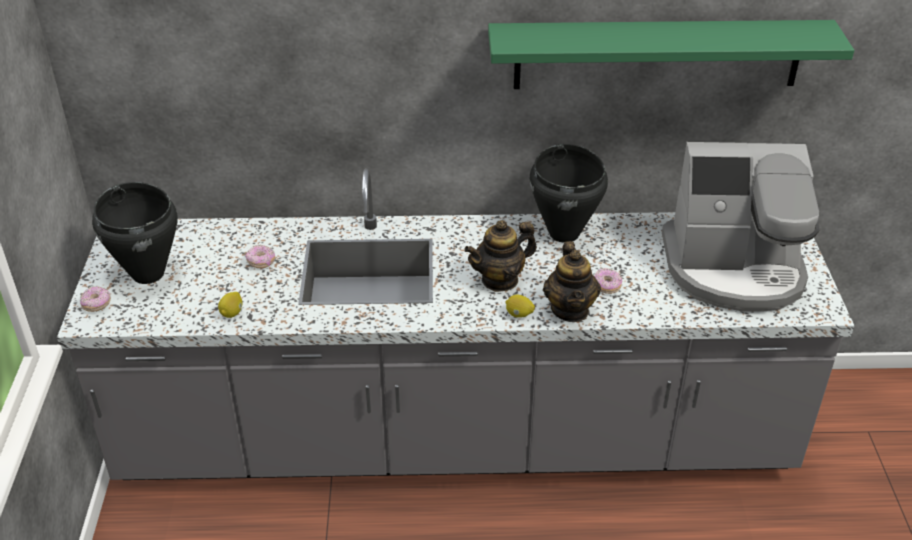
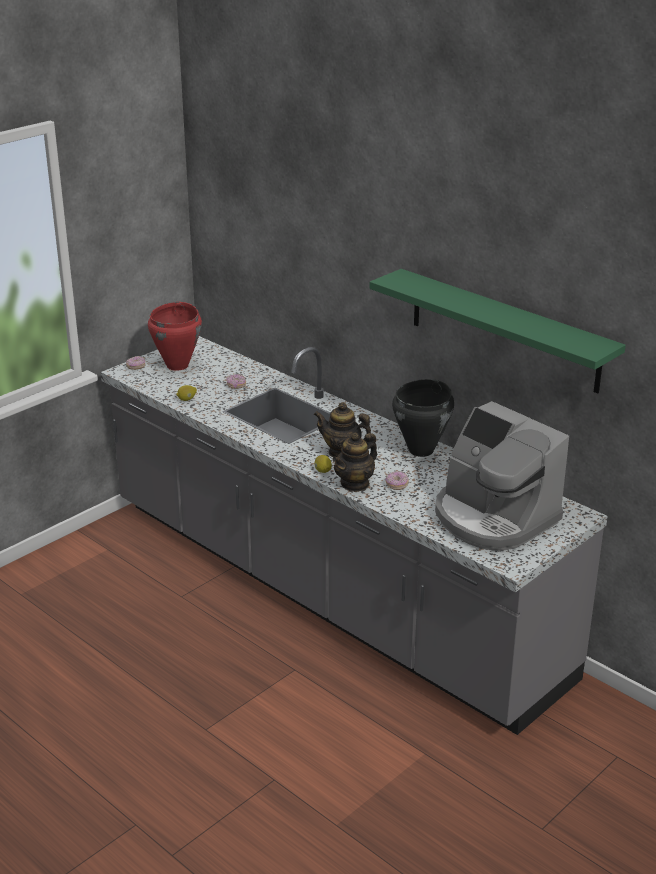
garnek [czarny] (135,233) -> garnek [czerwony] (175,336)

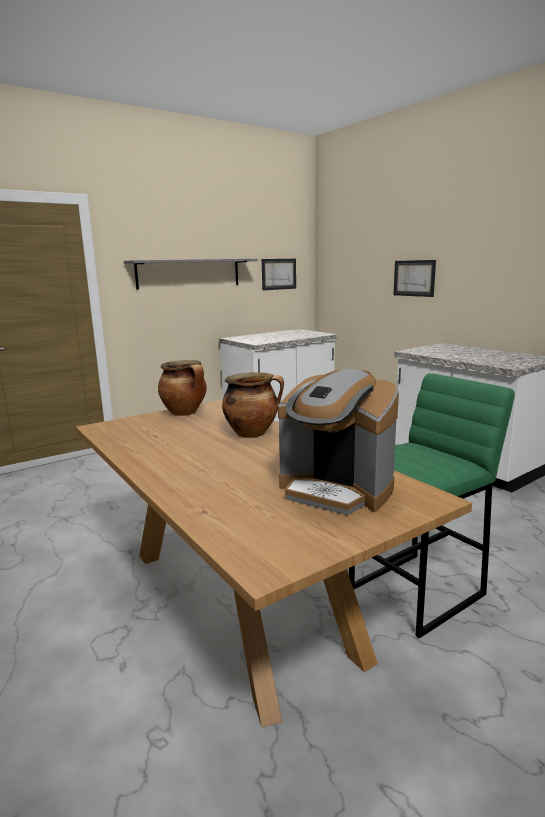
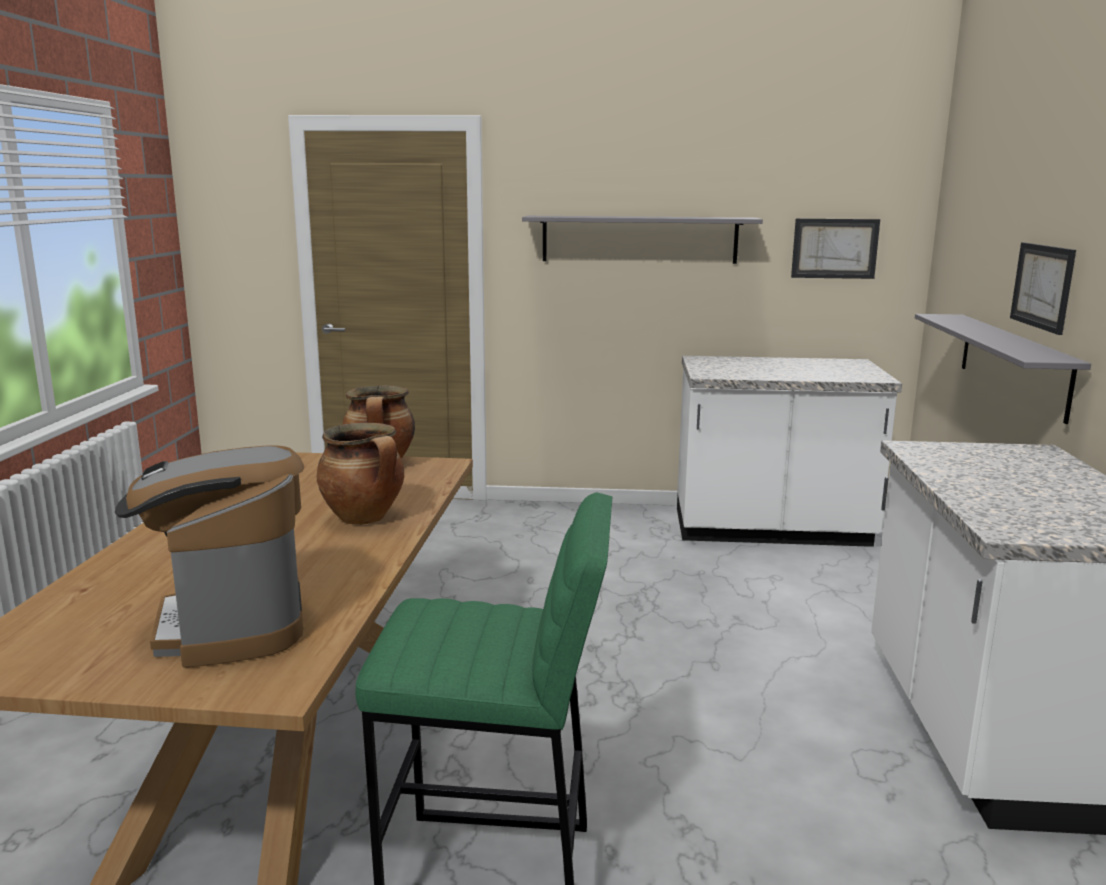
none -> półka [szary] (1003,369)

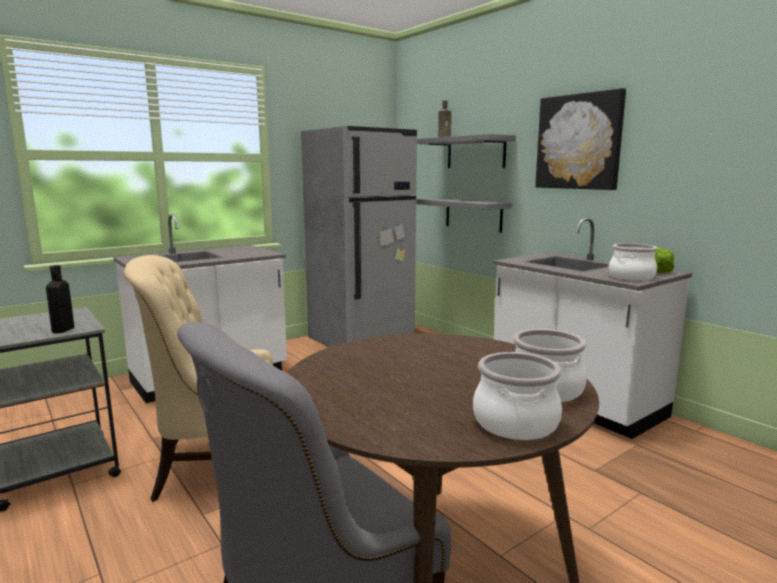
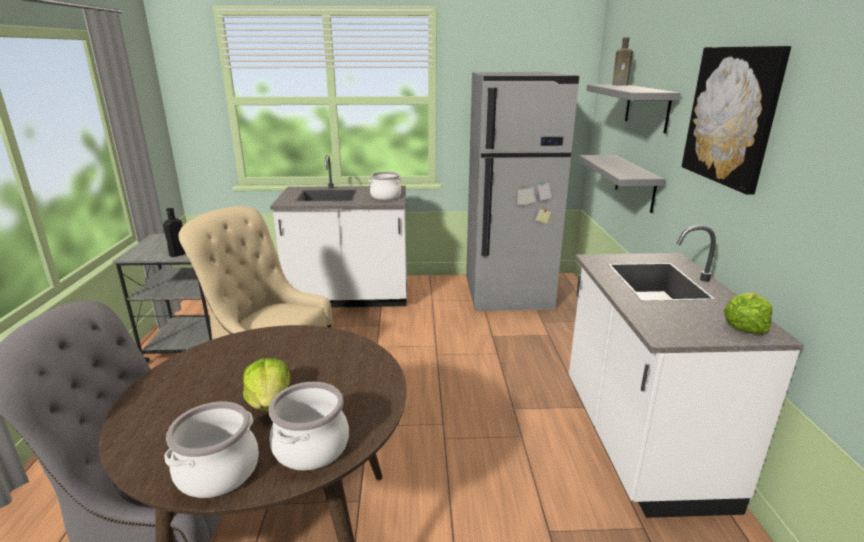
garnek (633,262) -> garnek (385,186), moved
none -> sałata (267,385)

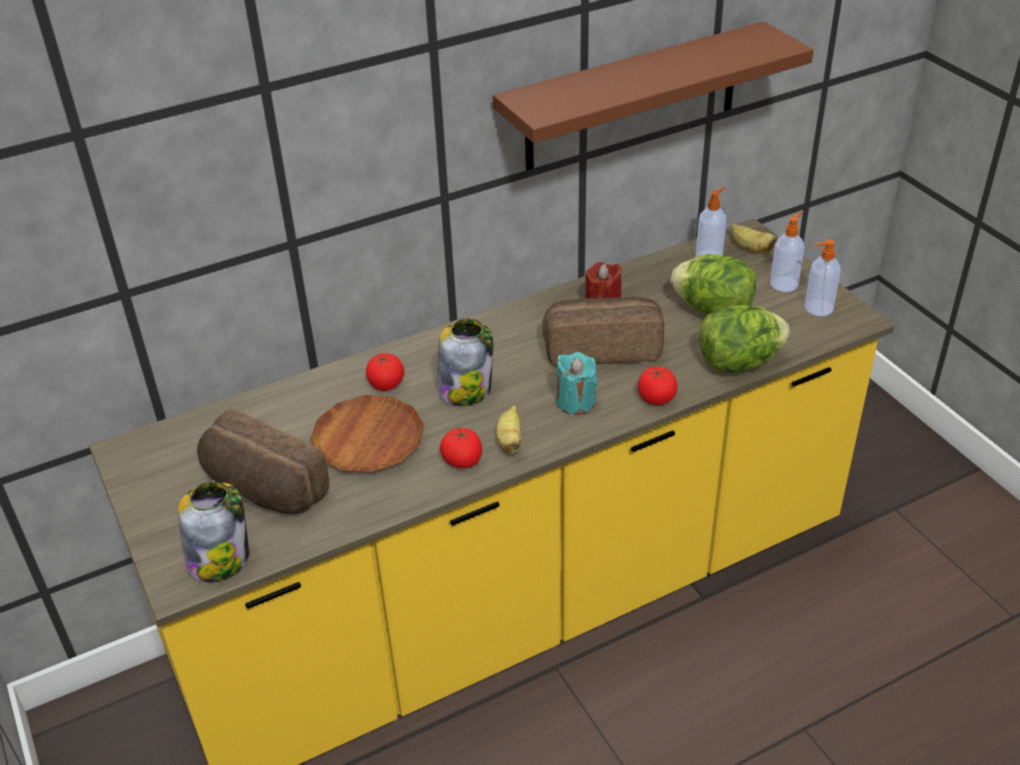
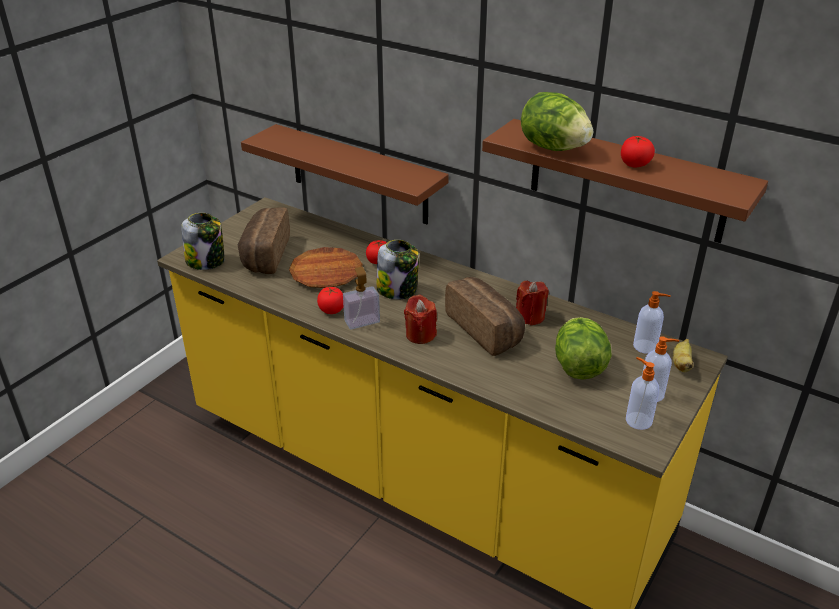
banan (509,429) -> dozownik mydła (361,298)
świeca [turkusowy] (576,383) -> świeca [czerwony] (420,319)
pomidor (658,386) -> pomidor (638,151), moved
sałata (744,339) -> sałata (557,121), moved
none -> półka [brązowy] (345,174)

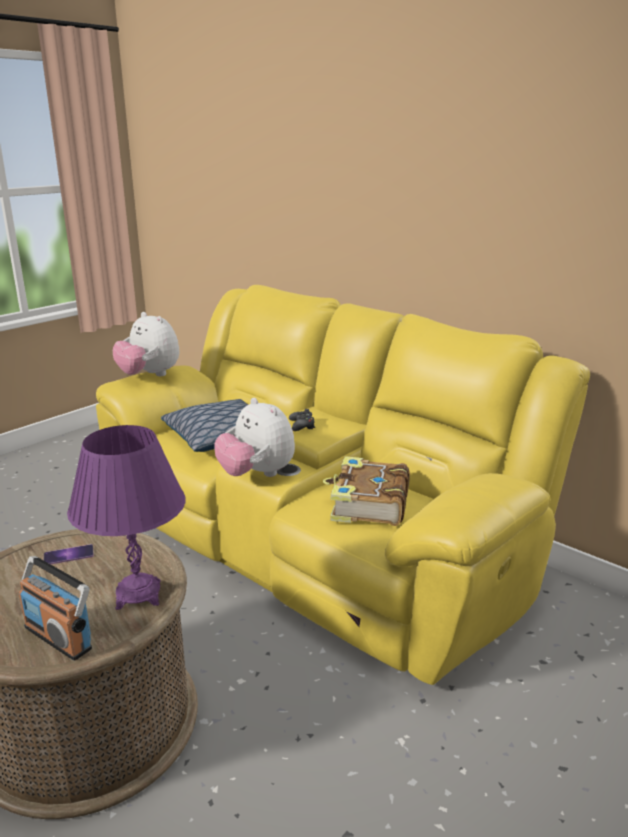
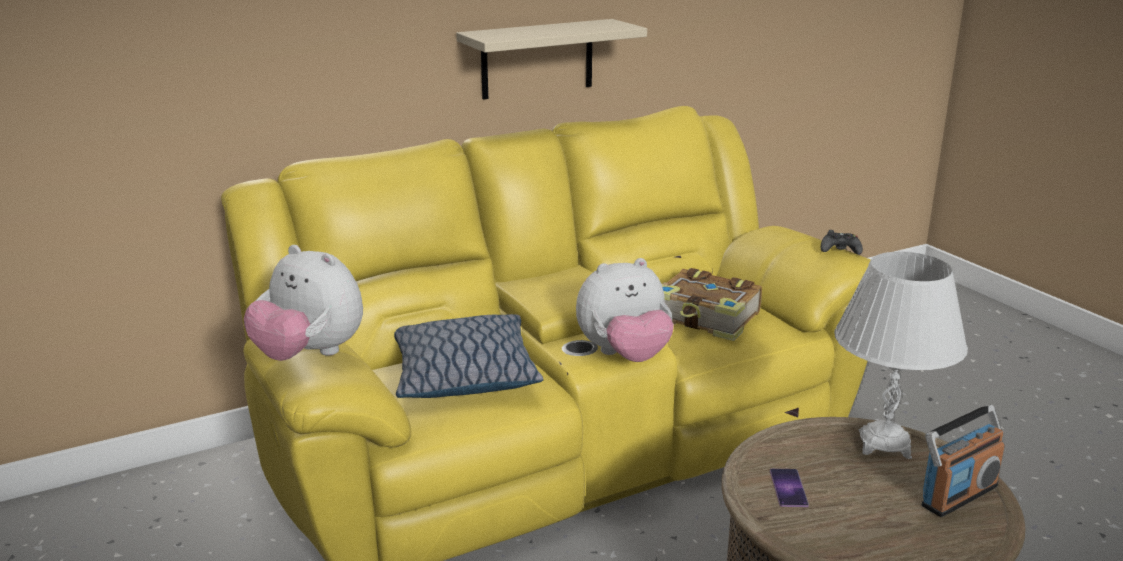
lampa stołowa [fioletowy] (126,517) -> lampa stołowa [biały] (901,355)
pluszak (146,344) -> pluszak (303,303), 60 degrees clockwise
pad do gier [czarny] (302,420) -> pad do gier [czarny] (842,242), moved
none -> półka [beżowy] (551,59)

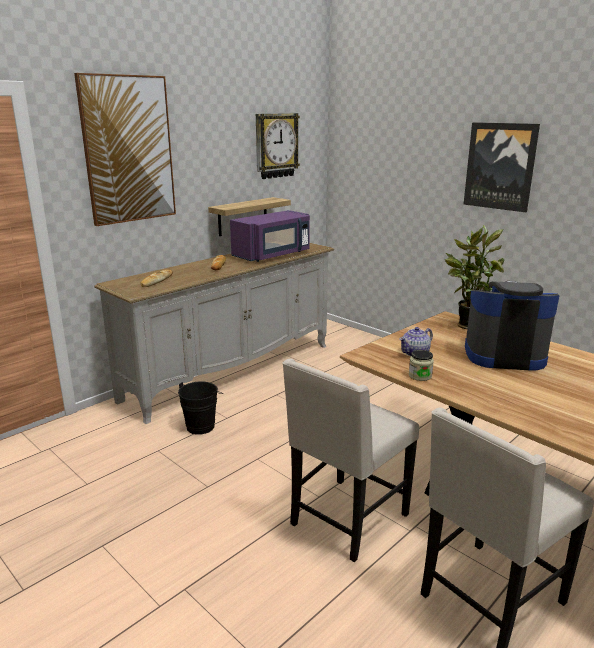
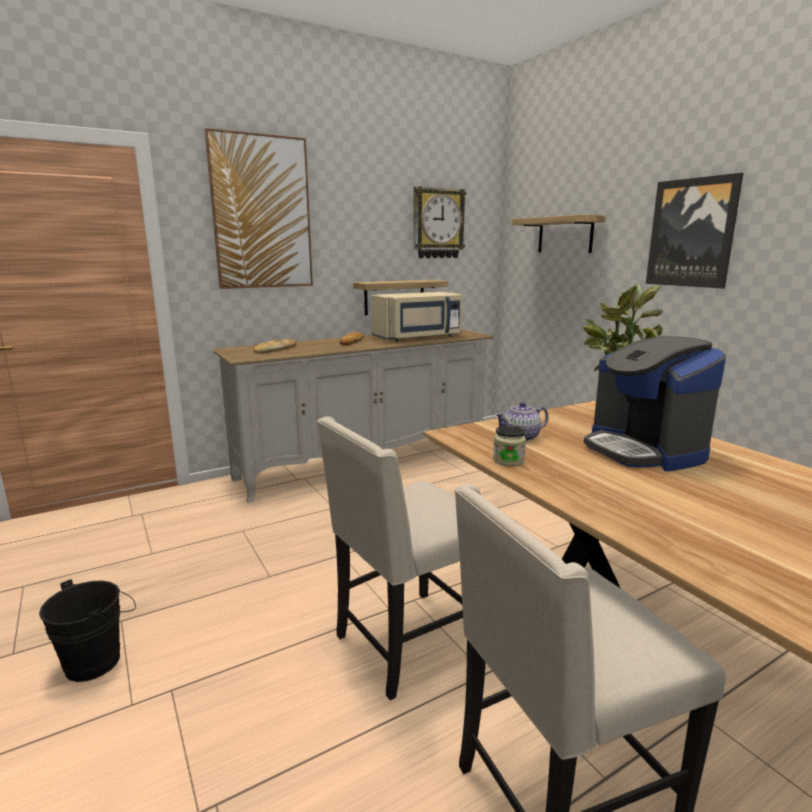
wiadro [czarny] (201,408) -> wiadro [czarny] (87,630), moved
mikrofalówka [fioletowy] (270,236) -> mikrofalówka [beżowy] (416,316)
ekspres do kawy (512,326) -> ekspres do kawy (655,404), 135 degrees counterclockwise
none -> półka (559,233)

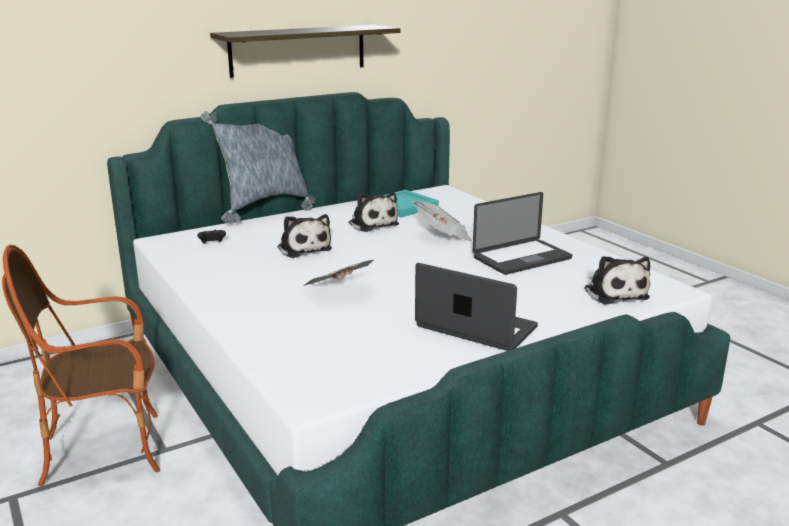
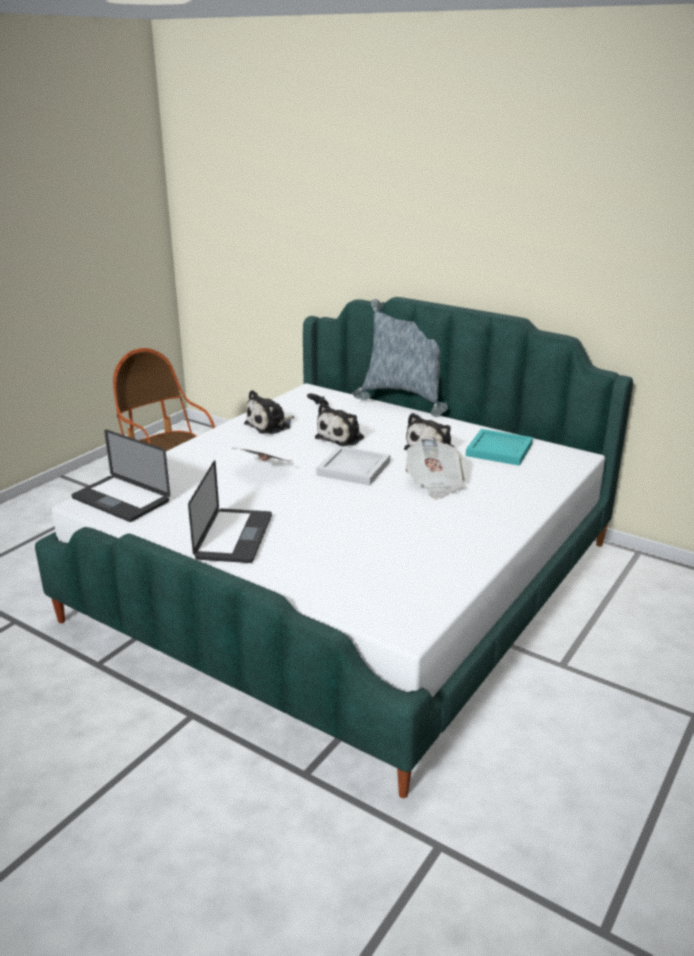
półka (305,51) -> none
laptop (522,233) -> laptop (120,475), moved
pluszak (617,280) -> pluszak (269,412), moved
none -> taca [biały] (353,466)

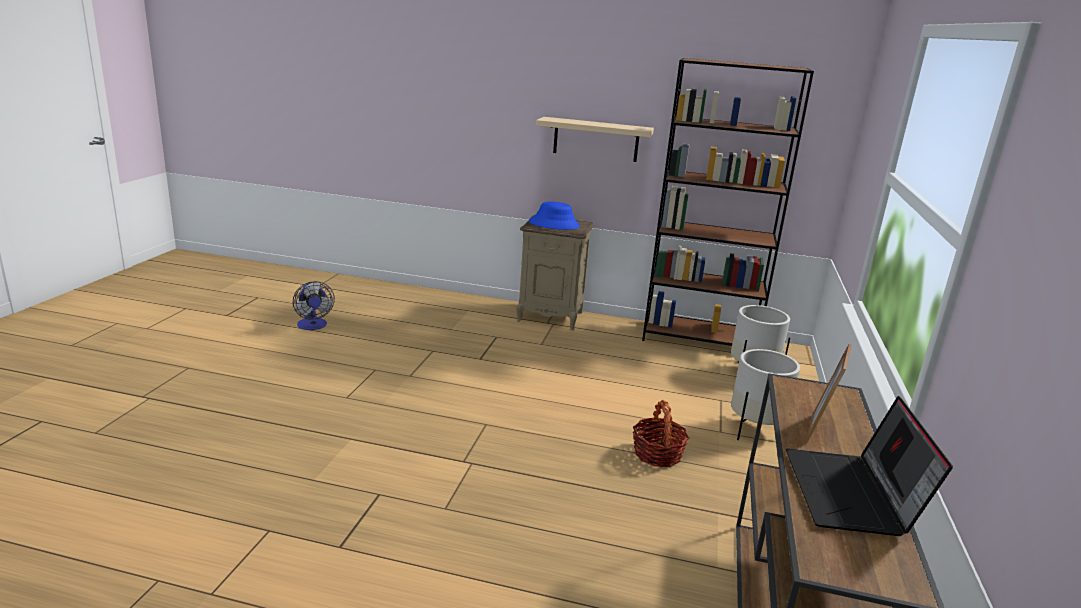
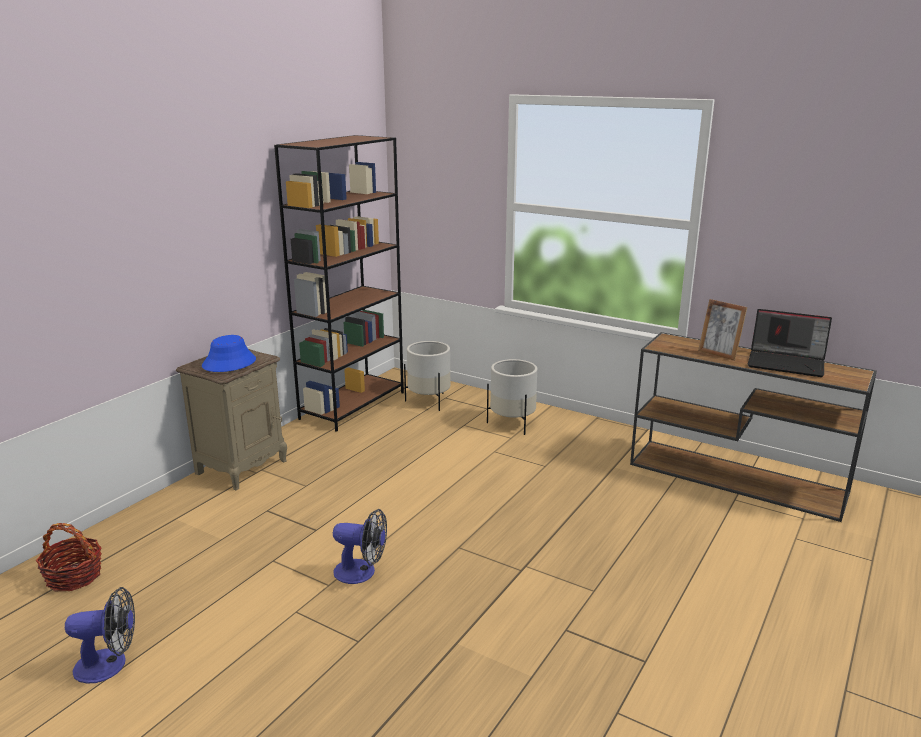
półka [beżowy] (595,139) -> none
koszyk (661,433) -> koszyk (69,557), moved
none -> wentylator (360,546)

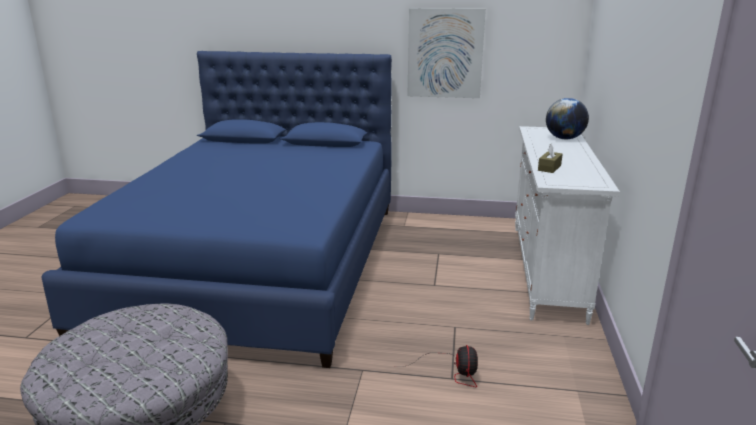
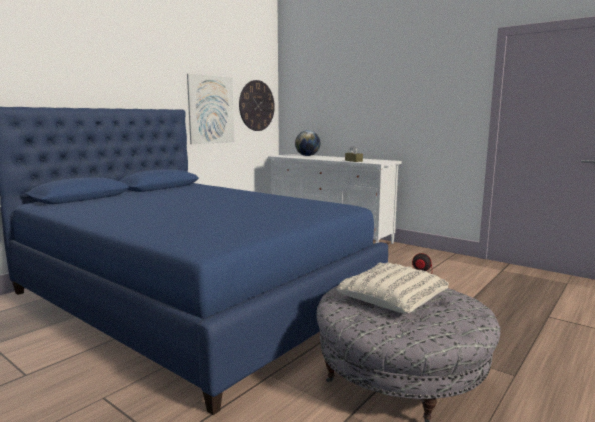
none -> zegar ścienny (257,105)
none -> poduszka [beżowy] (393,288)

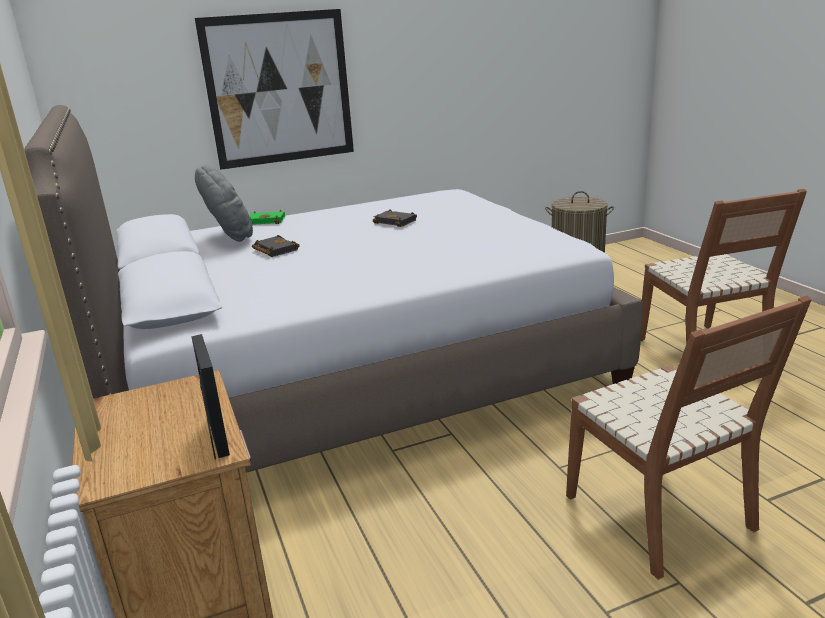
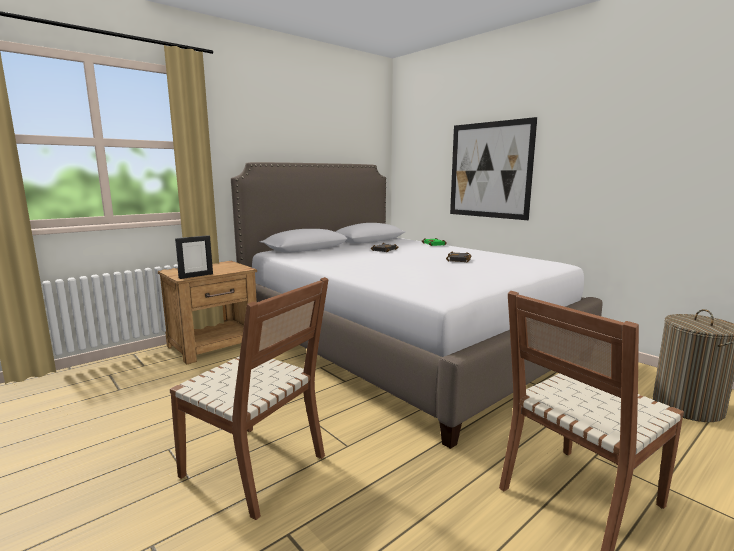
poduszka [szary] (224,203) -> none
krzesło (688,437) -> krzesło (249,398), 105 degrees counterclockwise

